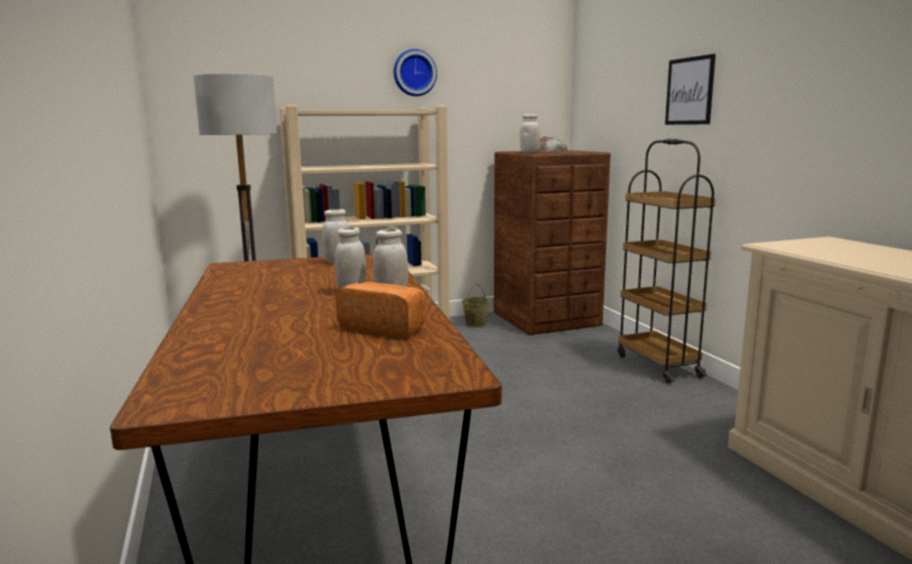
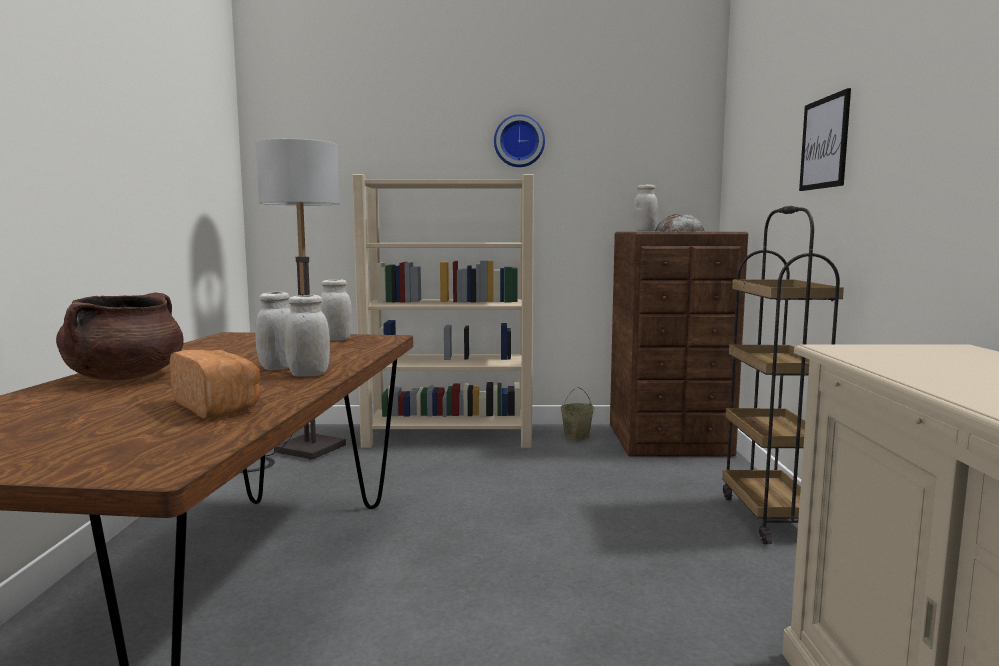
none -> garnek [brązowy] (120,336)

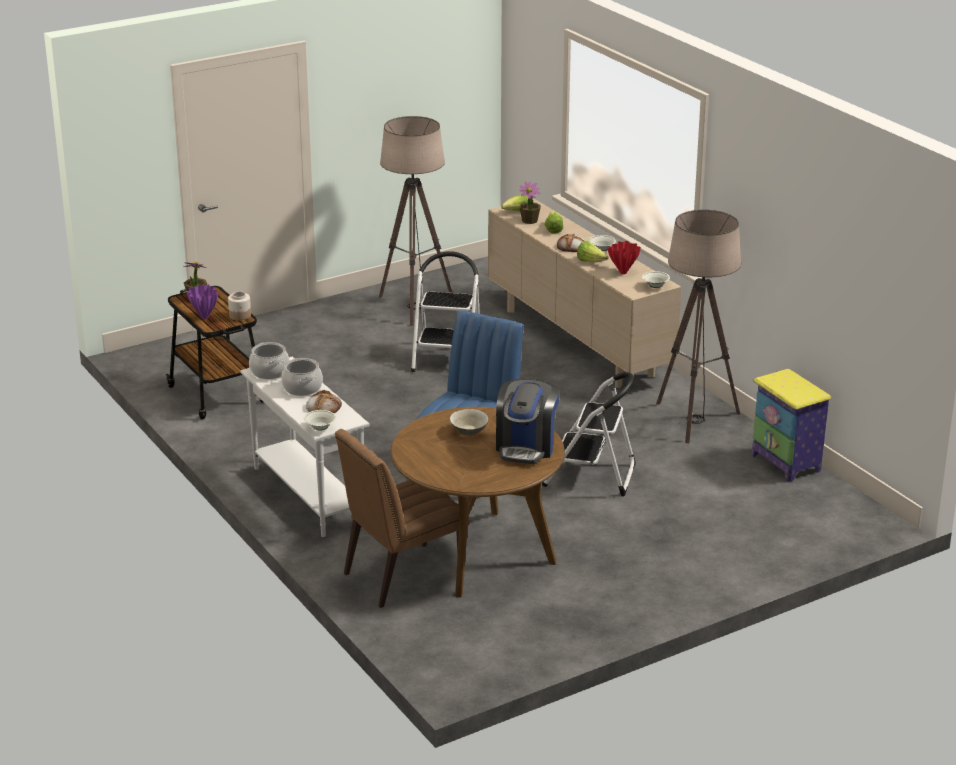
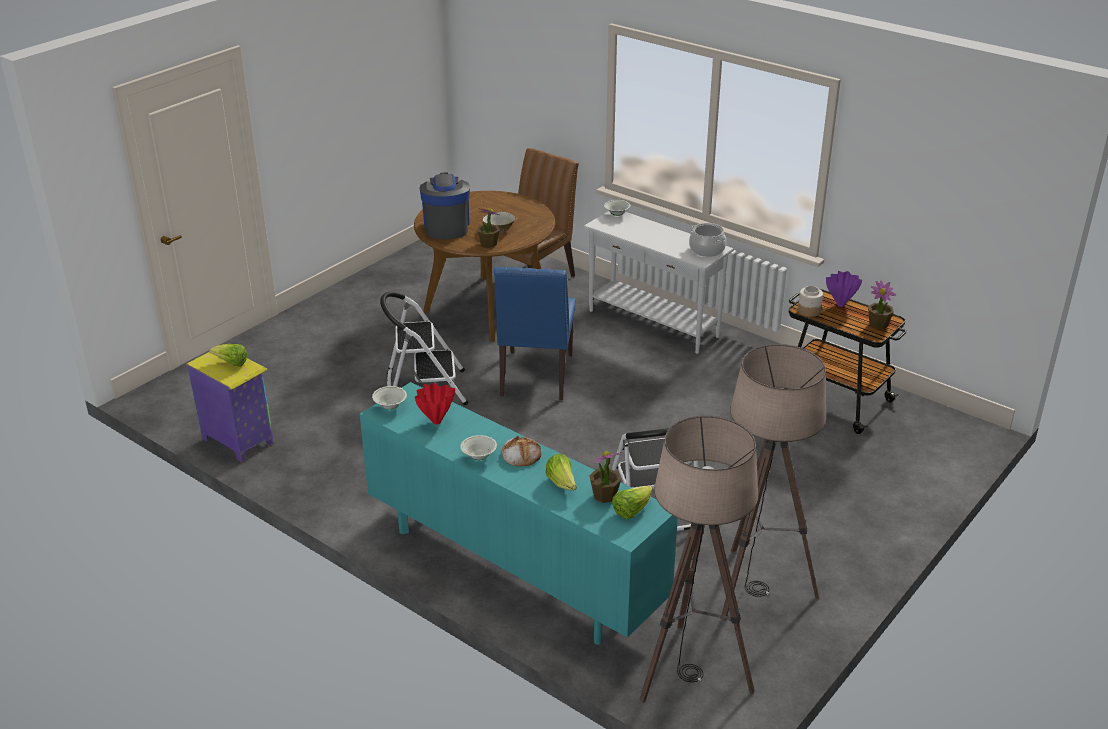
garnek (302,377) -> none
chleb (324,401) -> none
szafka [beżowy] (584,293) -> szafka [turkusowy] (519,513)
sałata (593,251) -> sałata (228,355), moved
lampa stojąca (698,326) -> lampa stojąca (698,559), moved
none -> roślina doniczkowa (488,228)

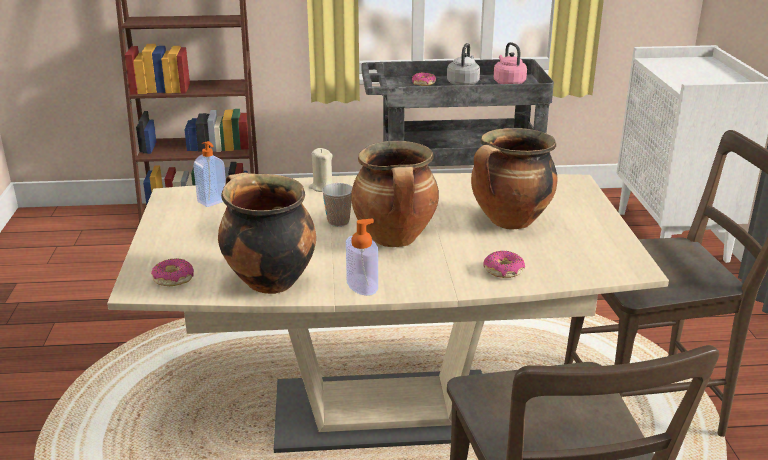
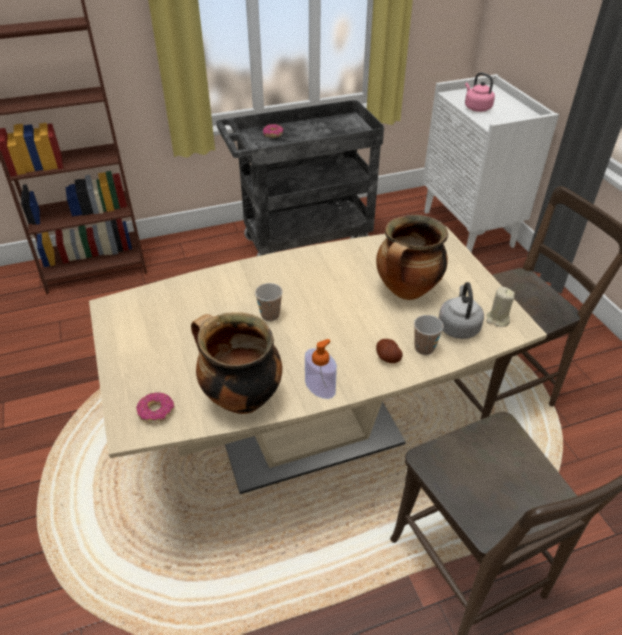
dozownik mydła (209,174) -> none
świeca [beżowy] (321,170) -> świeca [beżowy] (500,307), moved
garnek (395,194) -> none
czajnik [szary] (463,64) -> czajnik [szary] (461,310), moved
donut (504,264) -> filiżanka (429,335)
czajnik [różowy] (510,63) -> czajnik [różowy] (480,92), moved
none -> ziemniak (389,351)

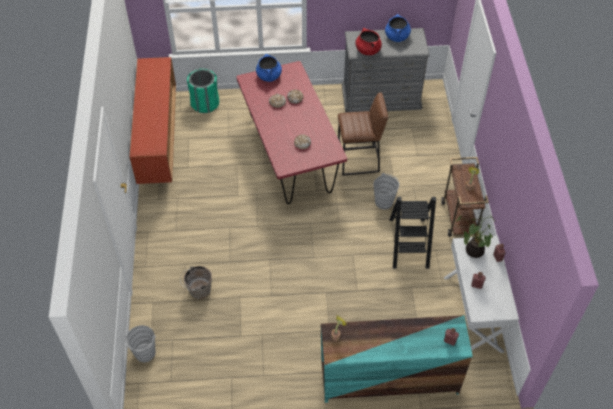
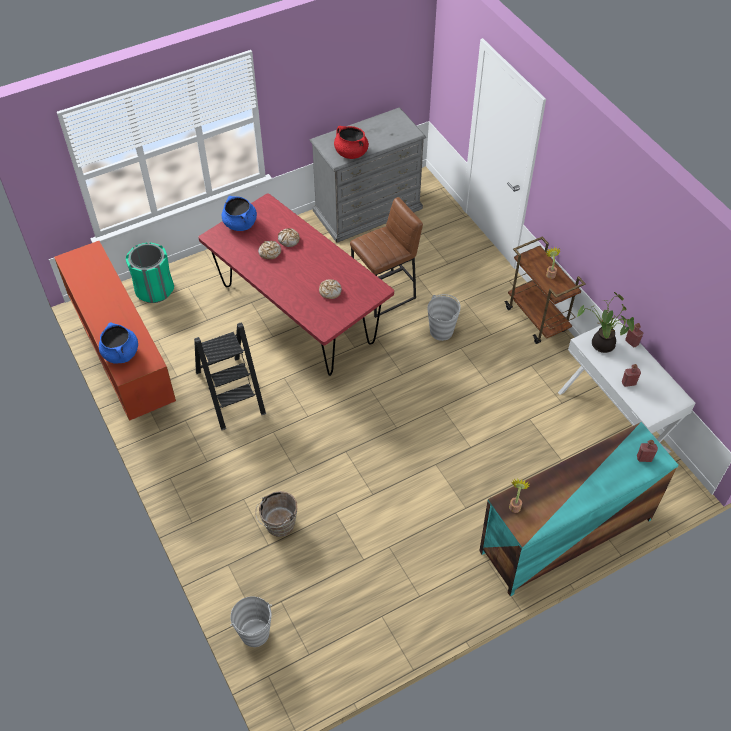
garnek [niebieski] (398,28) -> garnek [niebieski] (118,343), moved
drabinka [czarny] (412,233) -> drabinka [czarny] (230,376), moved

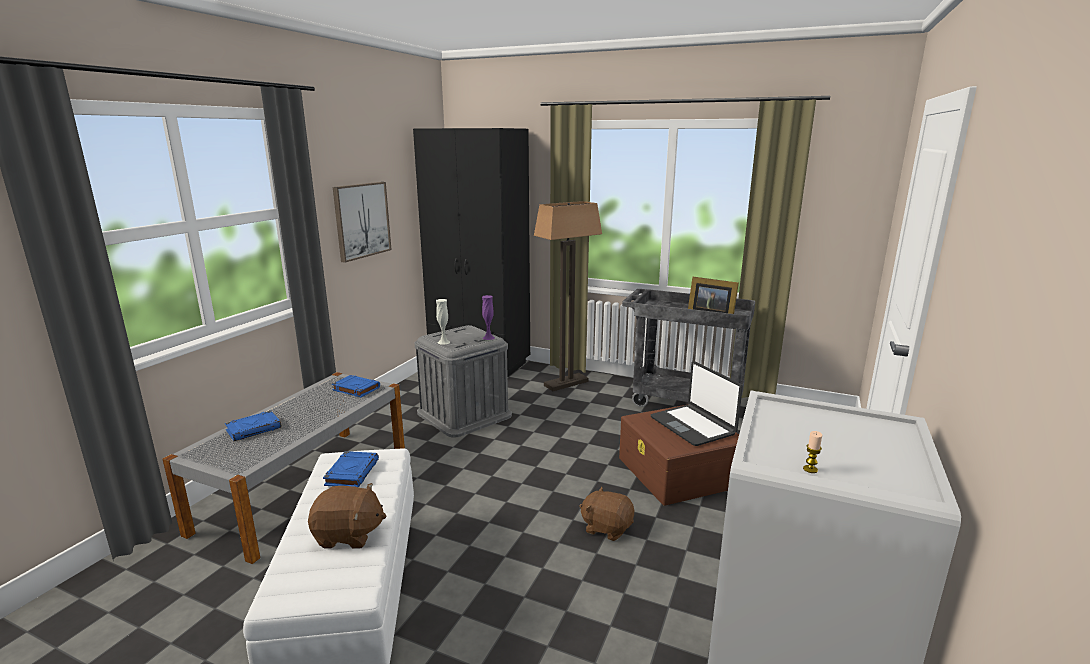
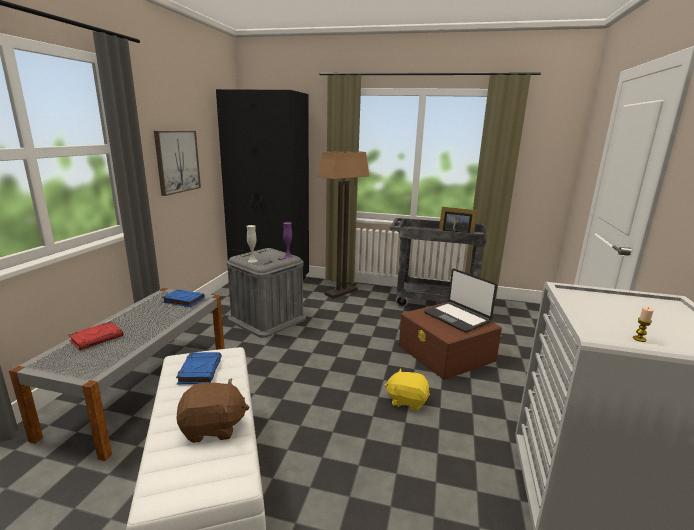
książka [niebieski] (253,425) -> książka [czerwony] (95,335)
pluszak [brązowy] (606,513) -> pluszak [żółty] (407,389)

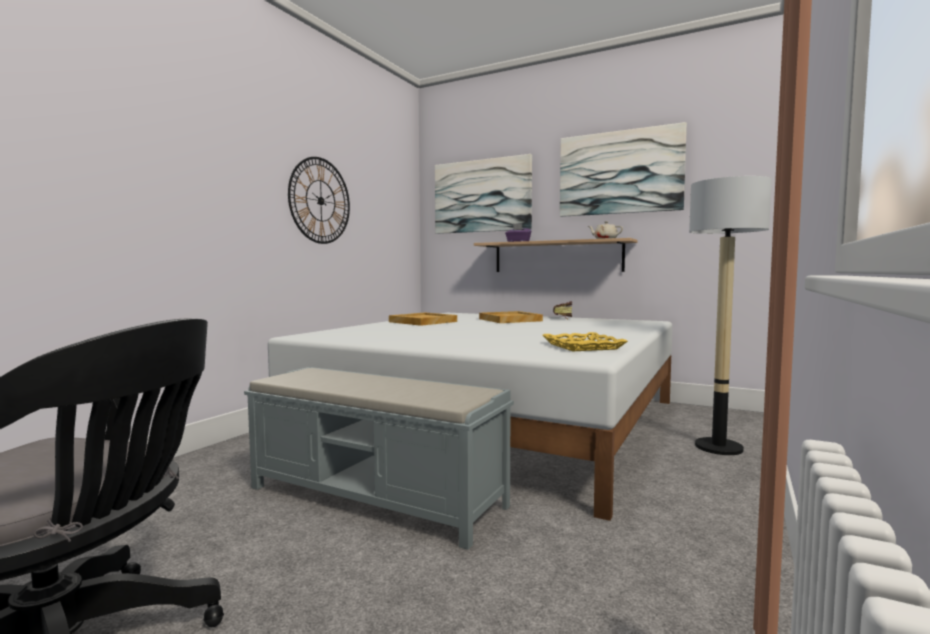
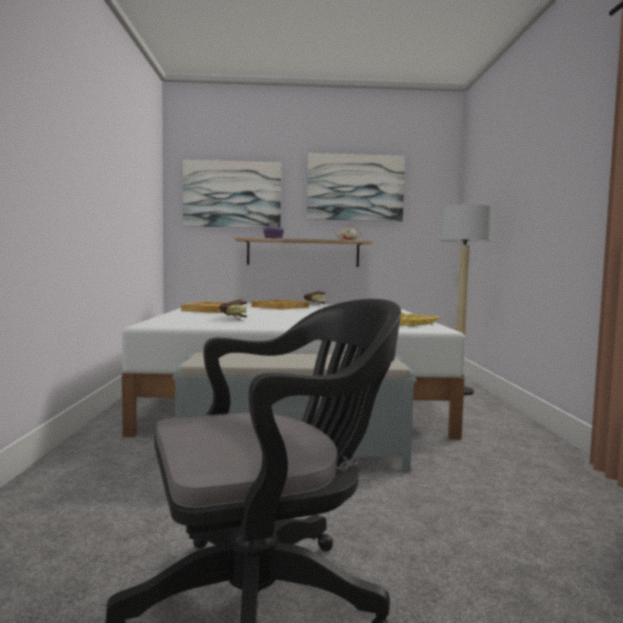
zegar ścienny (319,200) -> none
none -> książka (233,310)

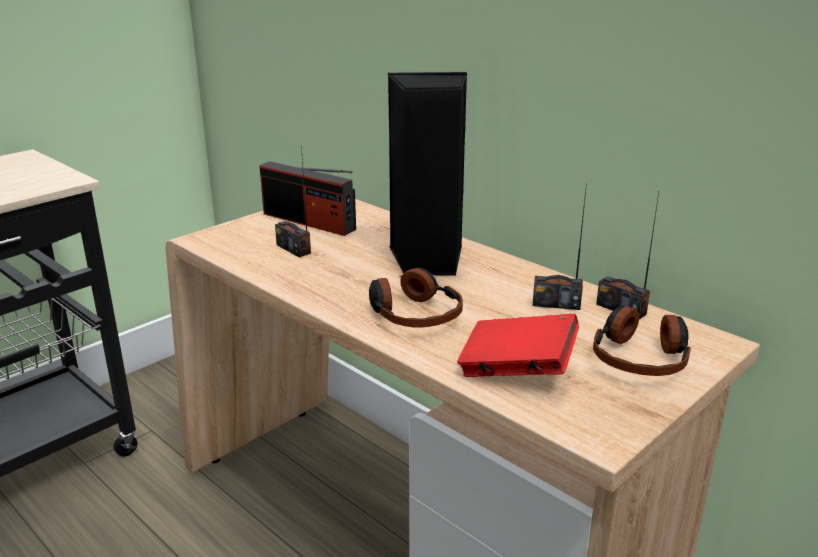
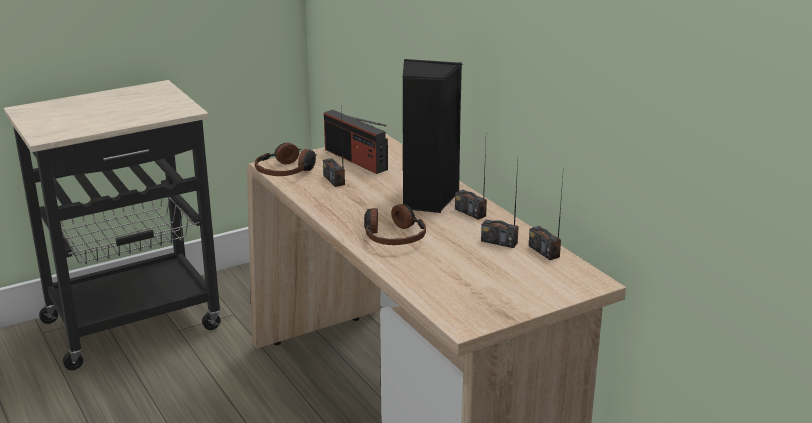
książka [czerwony] (518,345) -> none
słuchawki (642,340) -> słuchawki (286,159), moved
none -> radio (471,182)

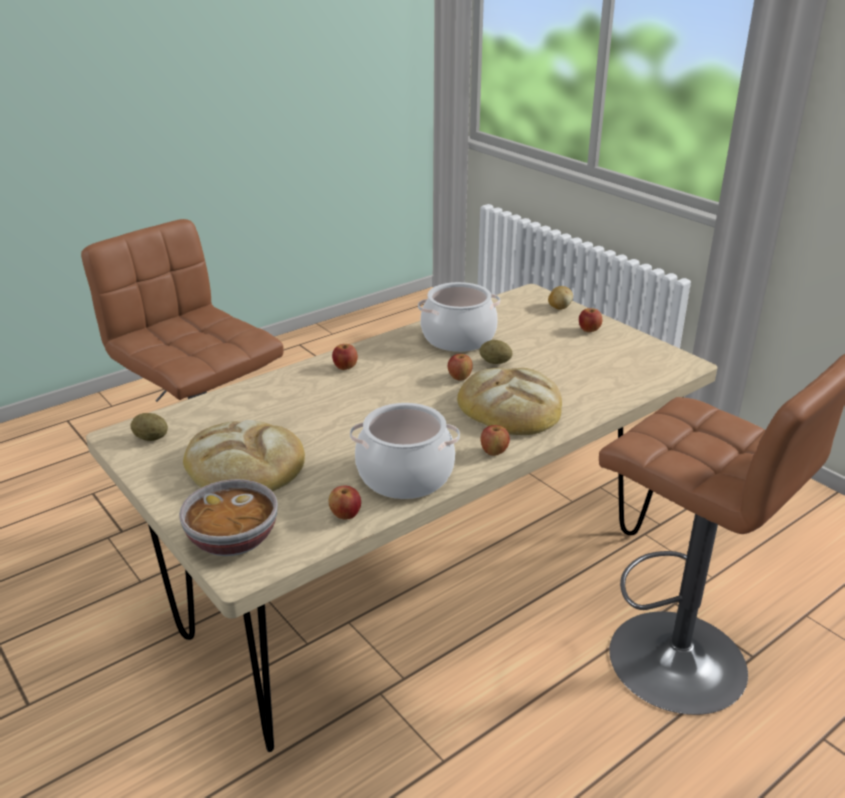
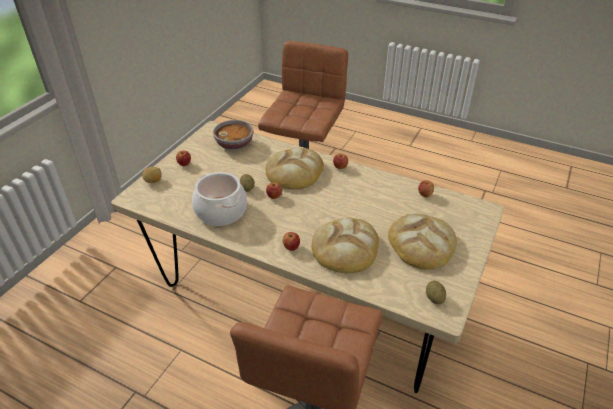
miska (228,517) -> miska (233,135), moved
garnek (405,451) -> none
none -> chleb (345,245)

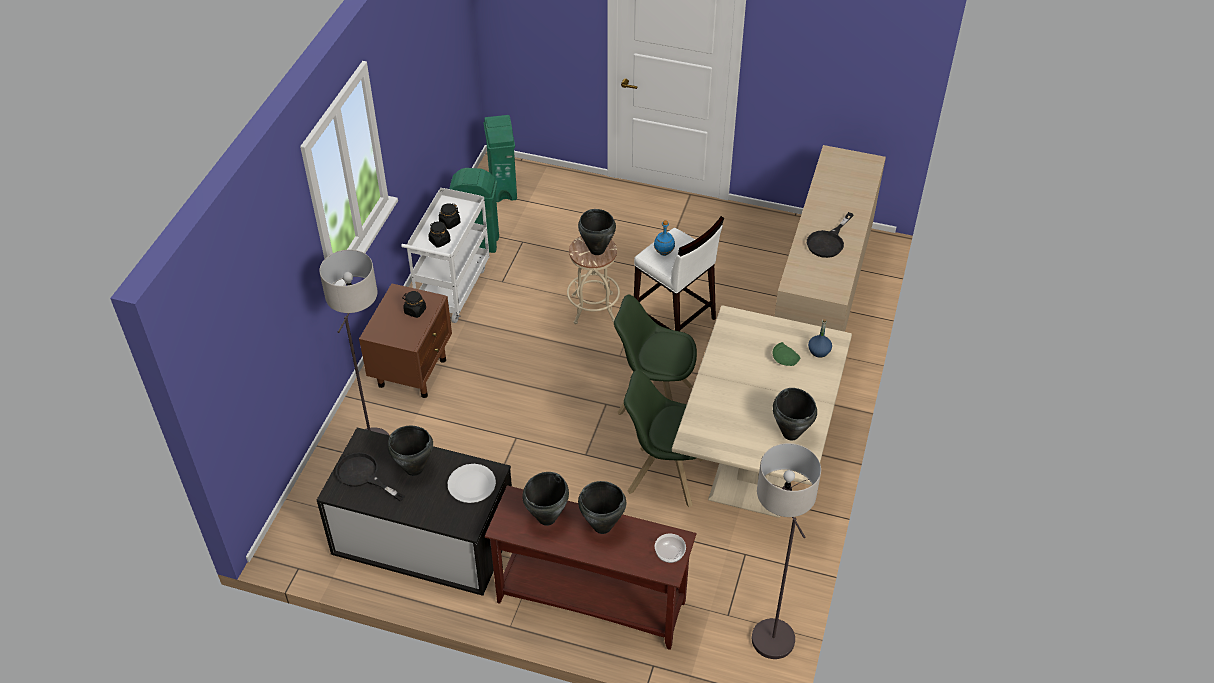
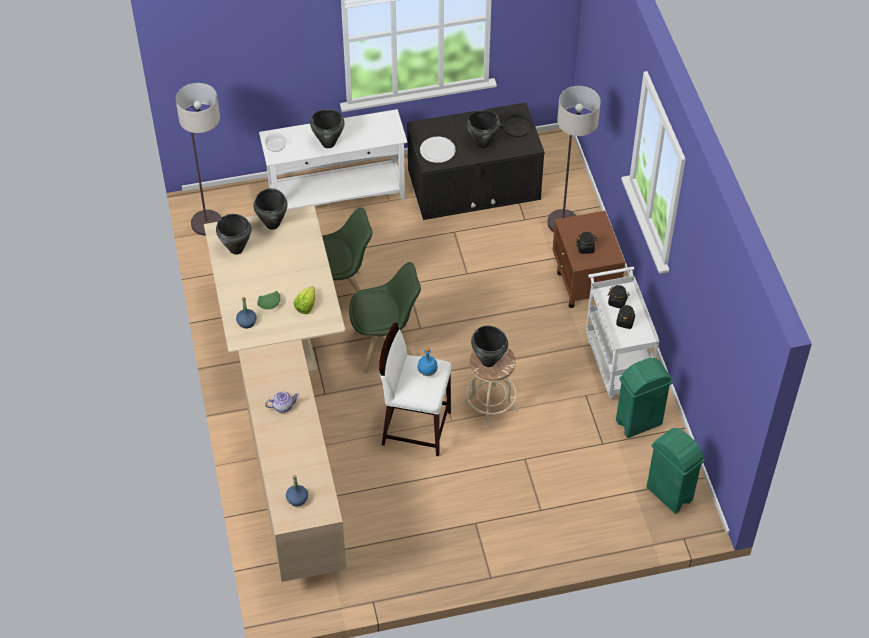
stolik konsolowy [brązowy] (590,567) -> stolik konsolowy [biały] (333,159)
garnek [czarny] (545,499) -> garnek [czarny] (270,209), moved
patelnia [czarny] (830,235) -> imbryk (282,402)
none -> butelka [niebieski] (297,491)
none -> sałata (304,300)

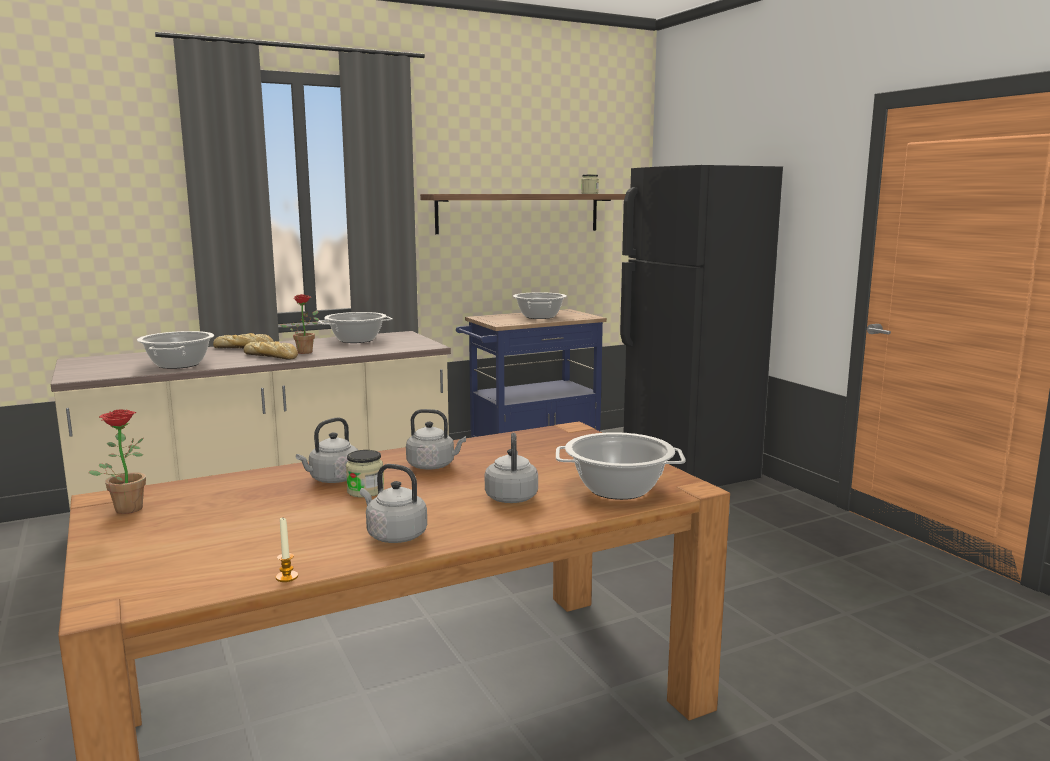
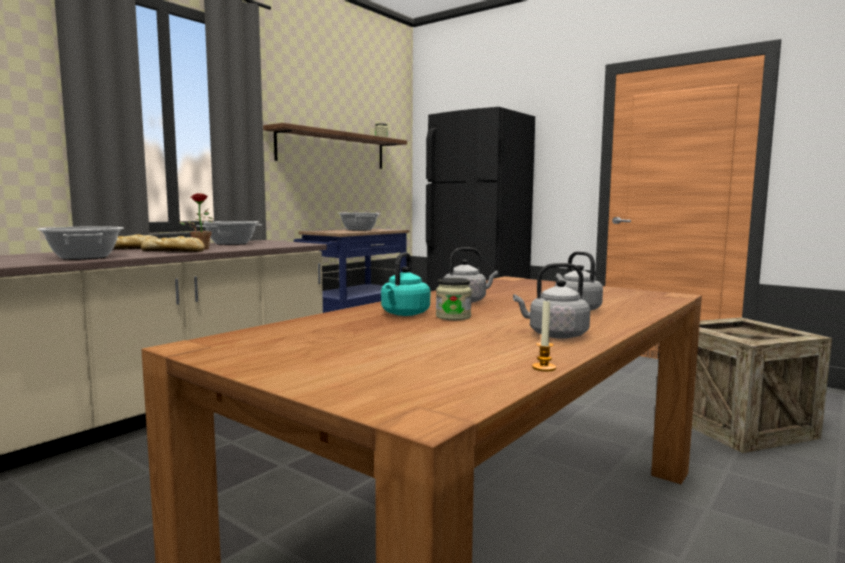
roślina doniczkowa (117,461) -> none
czajnik [szary] (327,450) -> czajnik [turkusowy] (405,284)
garnek (621,466) -> none
none -> skrzynka (762,385)

